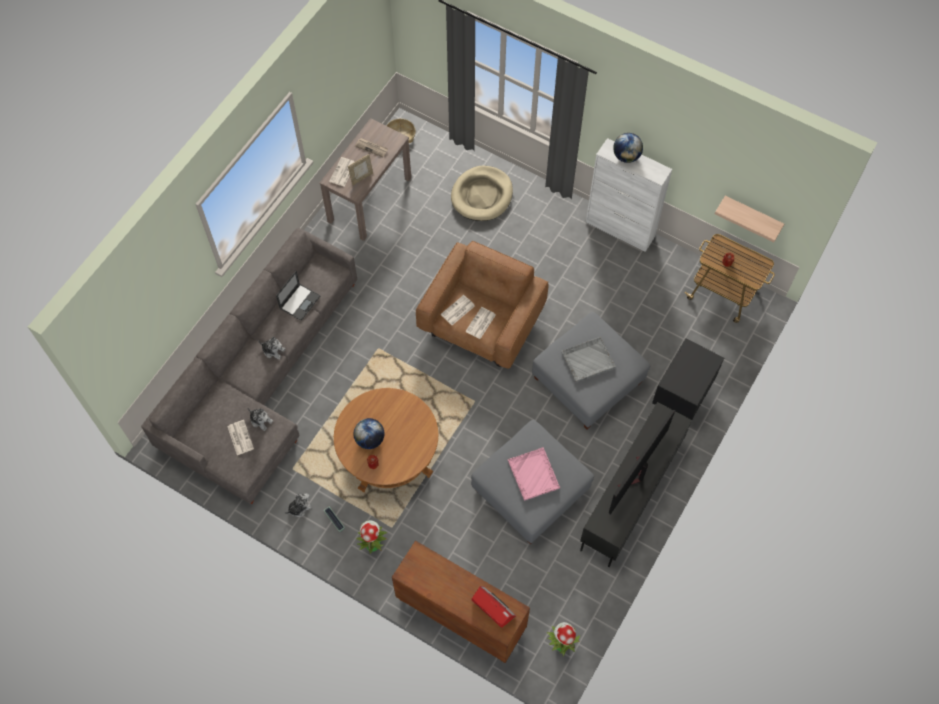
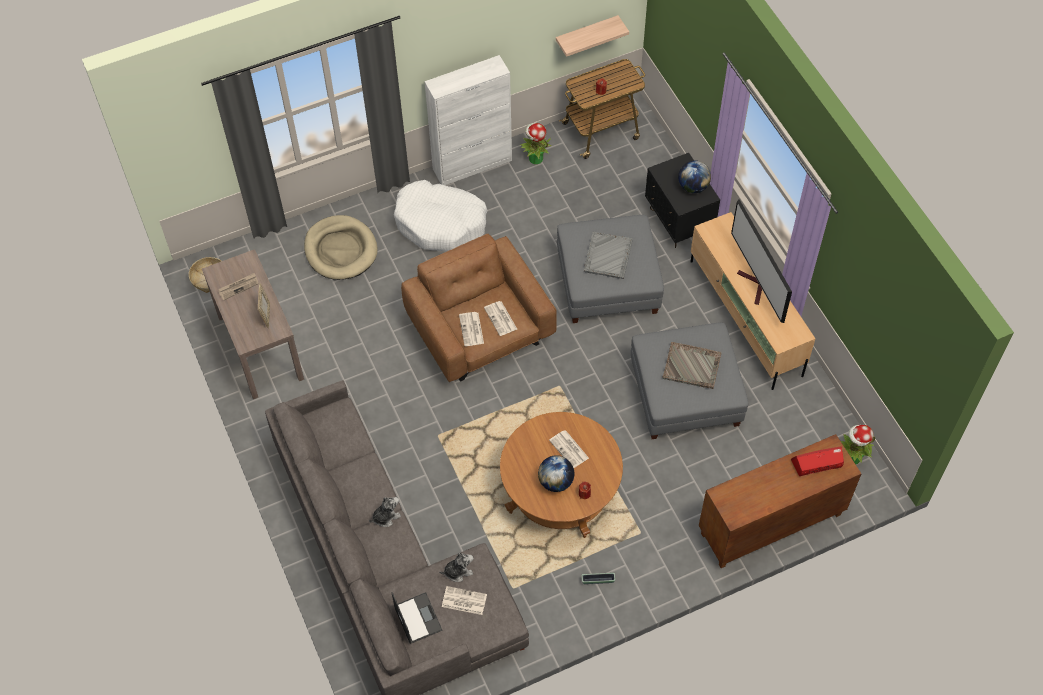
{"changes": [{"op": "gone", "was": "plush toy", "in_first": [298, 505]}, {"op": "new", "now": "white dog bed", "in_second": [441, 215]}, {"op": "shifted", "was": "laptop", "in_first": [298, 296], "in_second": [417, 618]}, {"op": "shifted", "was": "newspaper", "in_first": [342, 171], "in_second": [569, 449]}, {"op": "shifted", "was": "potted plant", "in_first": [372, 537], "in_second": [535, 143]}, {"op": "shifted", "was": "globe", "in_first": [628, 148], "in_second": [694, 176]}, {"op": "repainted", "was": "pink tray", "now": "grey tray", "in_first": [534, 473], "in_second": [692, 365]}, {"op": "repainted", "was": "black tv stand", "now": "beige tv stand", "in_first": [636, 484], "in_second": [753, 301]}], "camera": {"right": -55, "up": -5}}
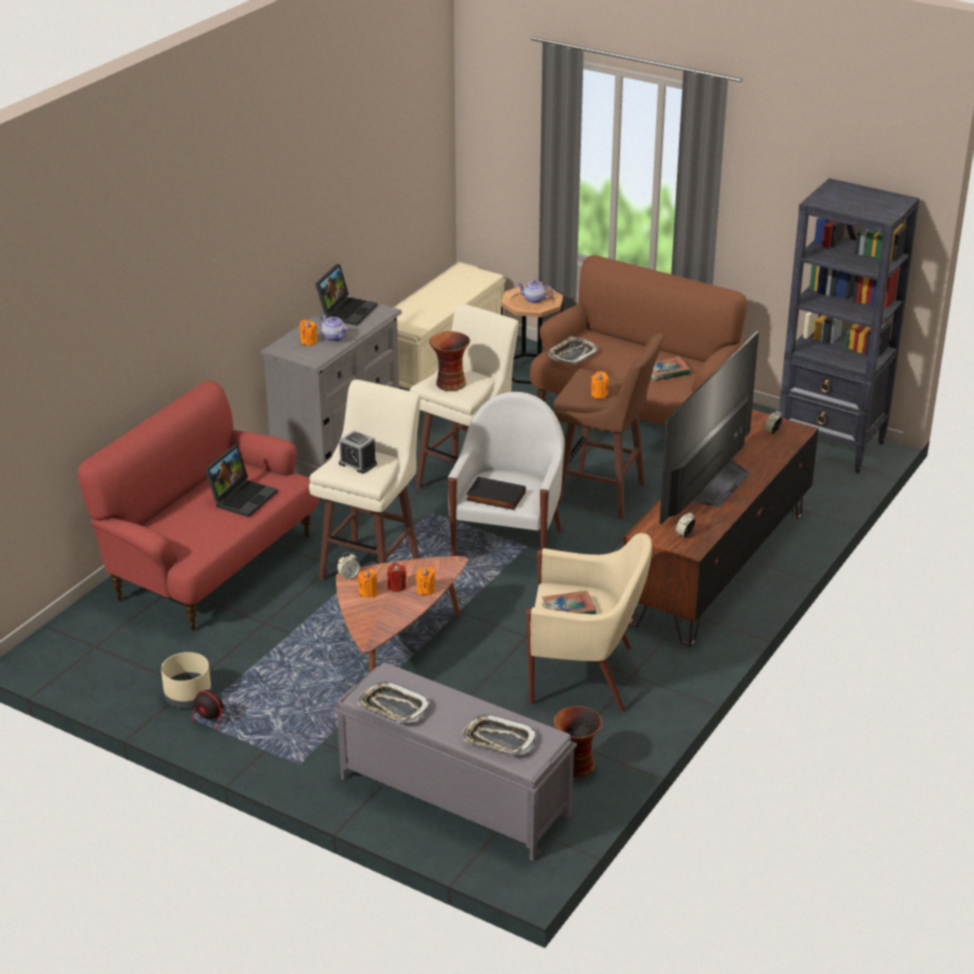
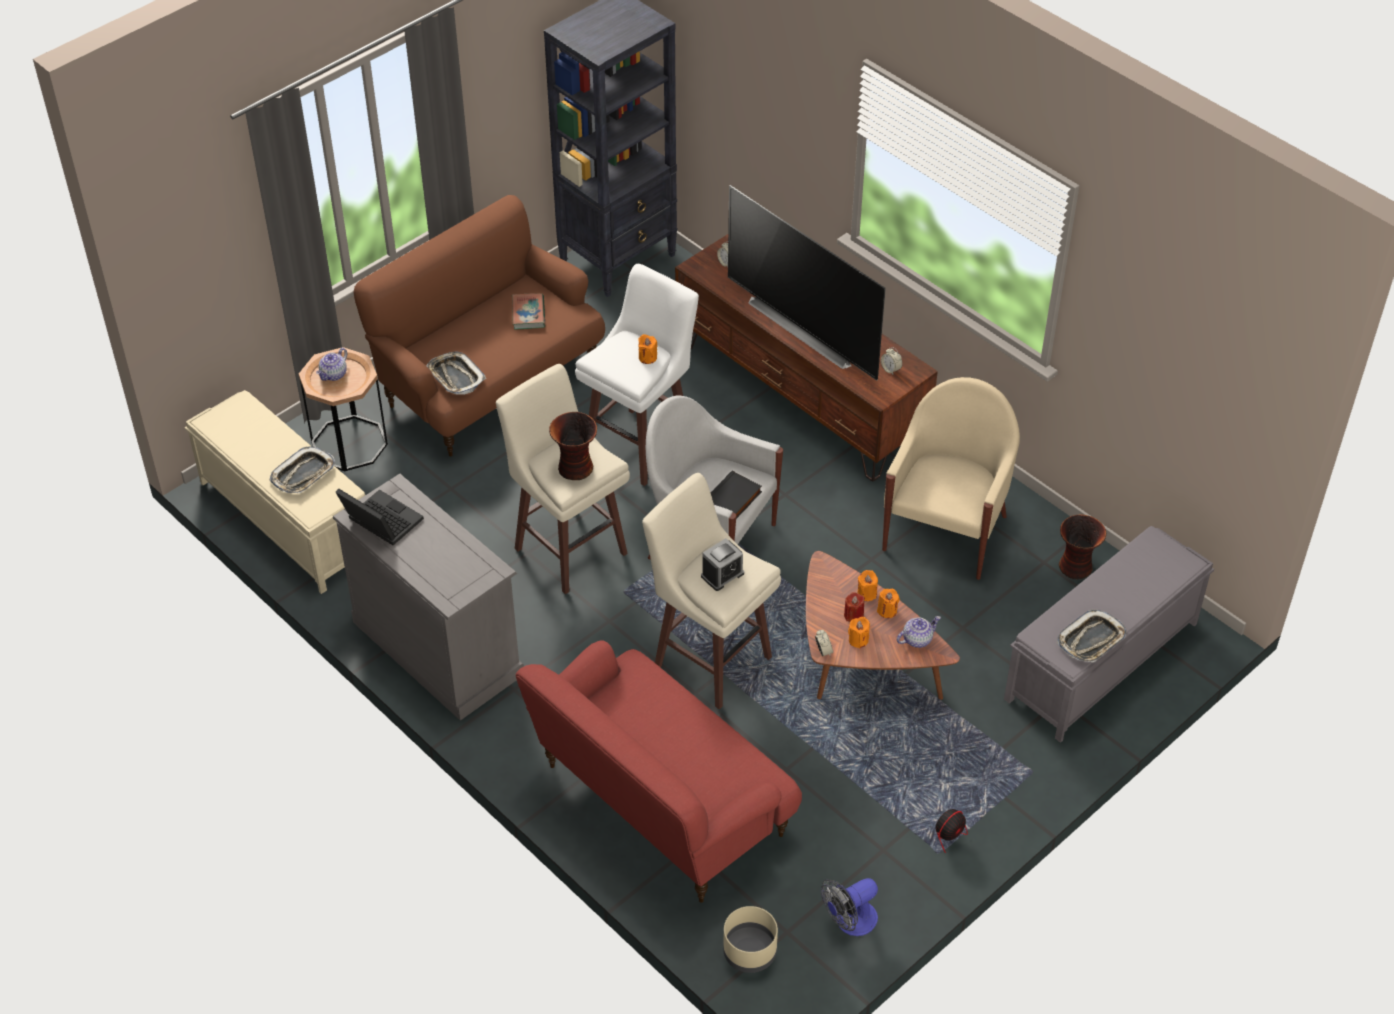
{"changes": [{"op": "gone", "was": "laptop", "in_first": [241, 481]}, {"op": "gone", "was": "book", "in_first": [569, 602]}, {"op": "new", "now": "fan", "in_second": [849, 907]}, {"op": "shifted", "was": "beige planter", "in_first": [186, 680], "in_second": [750, 939]}, {"op": "shifted", "was": "orange candle", "in_first": [308, 333], "in_second": [888, 603]}, {"op": "shifted", "was": "teapot", "in_first": [333, 328], "in_second": [919, 632]}, {"op": "shifted", "was": "tray", "in_first": [499, 734], "in_second": [302, 469]}, {"op": "repainted", "was": "brown stool", "now": "white stool", "in_first": [608, 426], "in_second": [637, 375]}], "camera": {"right": -75, "up": 15}}
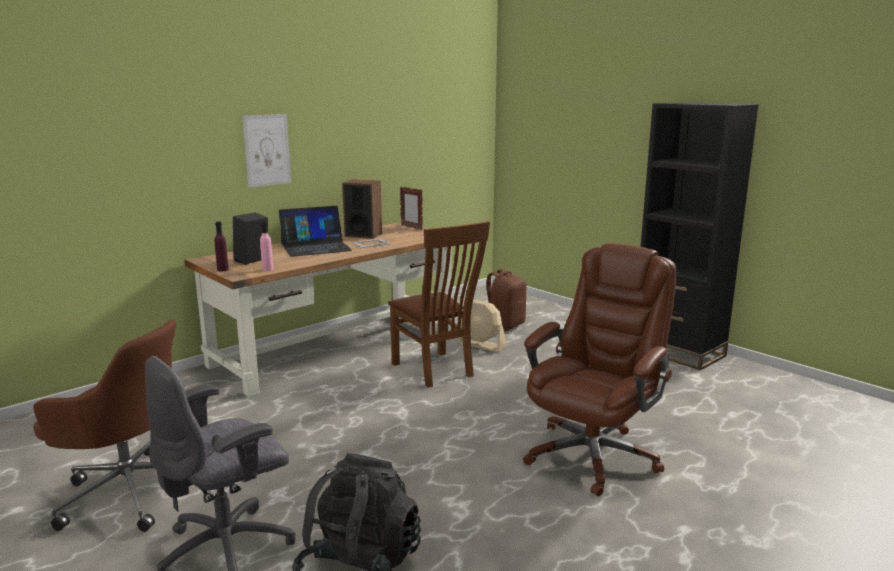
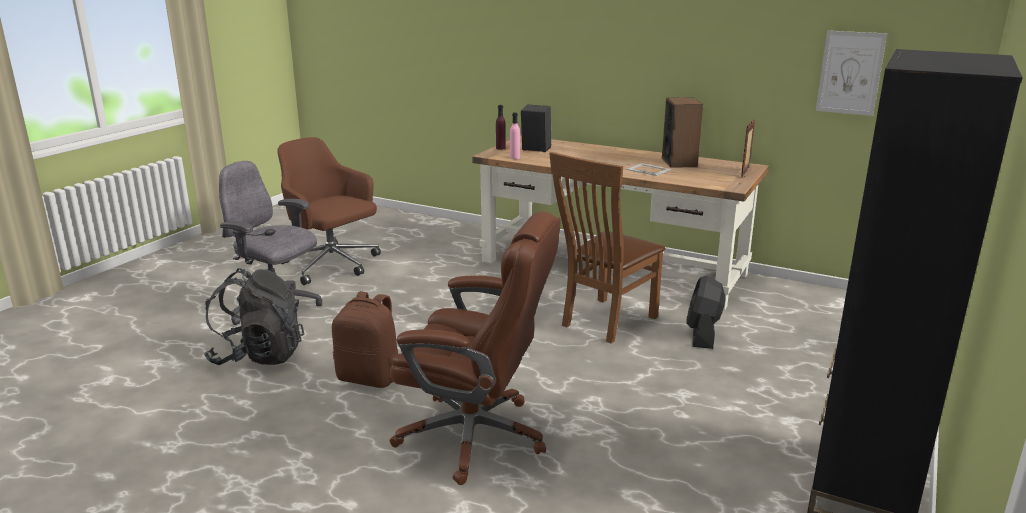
{"changes": [{"op": "gone", "was": "laptop", "in_first": [315, 231]}, {"op": "shifted", "was": "picture", "in_first": [266, 150], "in_second": [851, 73]}, {"op": "shifted", "was": "brown backpack", "in_first": [506, 300], "in_second": [365, 339]}, {"op": "repainted", "was": "beige fan", "now": "black fan", "in_first": [482, 326], "in_second": [706, 312]}, {"op": "rotated", "was": "brown office chair", "in_first": [105, 426], "in_second": [329, 211], "clockwise": 135}], "camera": {"right": 70, "up": 5}}
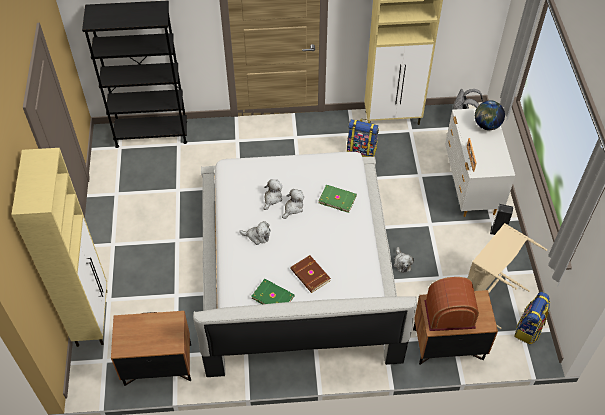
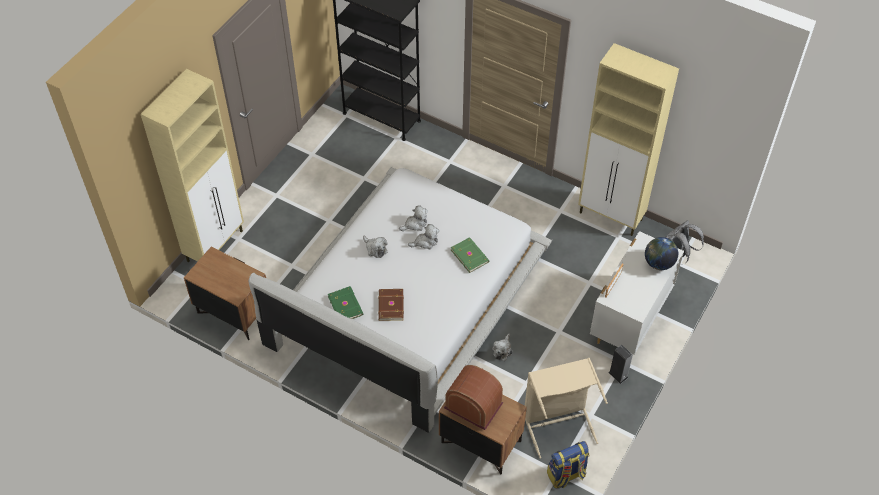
{"changes": [{"op": "gone", "was": "backpack", "in_first": [363, 138]}], "camera": {"right": 35, "up": 0}}
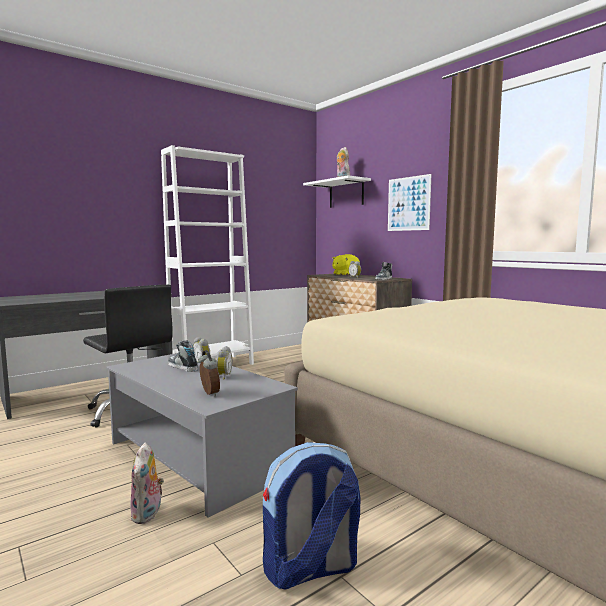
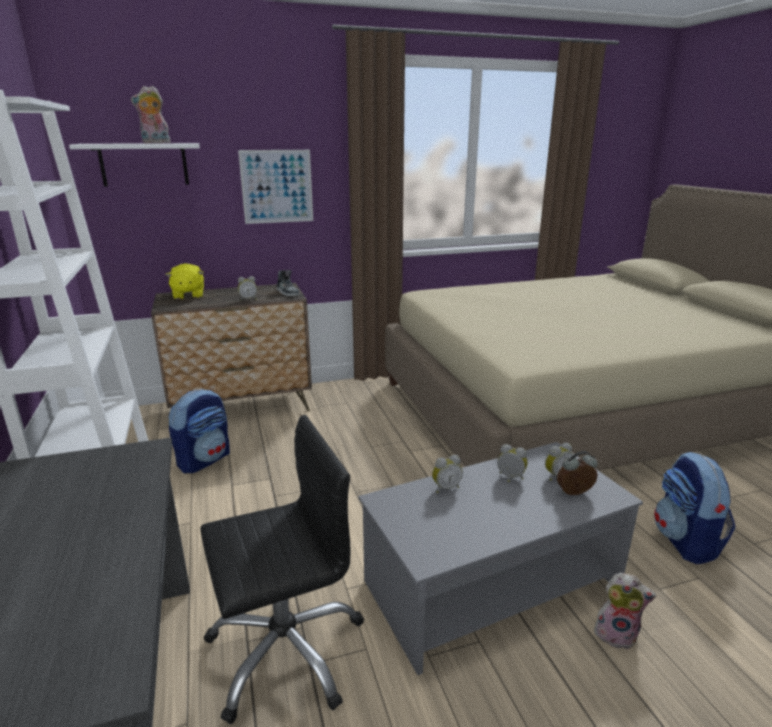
{"changes": [{"op": "gone", "was": "shoe", "in_first": [183, 356]}, {"op": "new", "now": "backpack", "in_second": [199, 430]}, {"op": "new", "now": "alarm clock", "in_second": [559, 461]}], "camera": {"right": -70, "up": 15}}
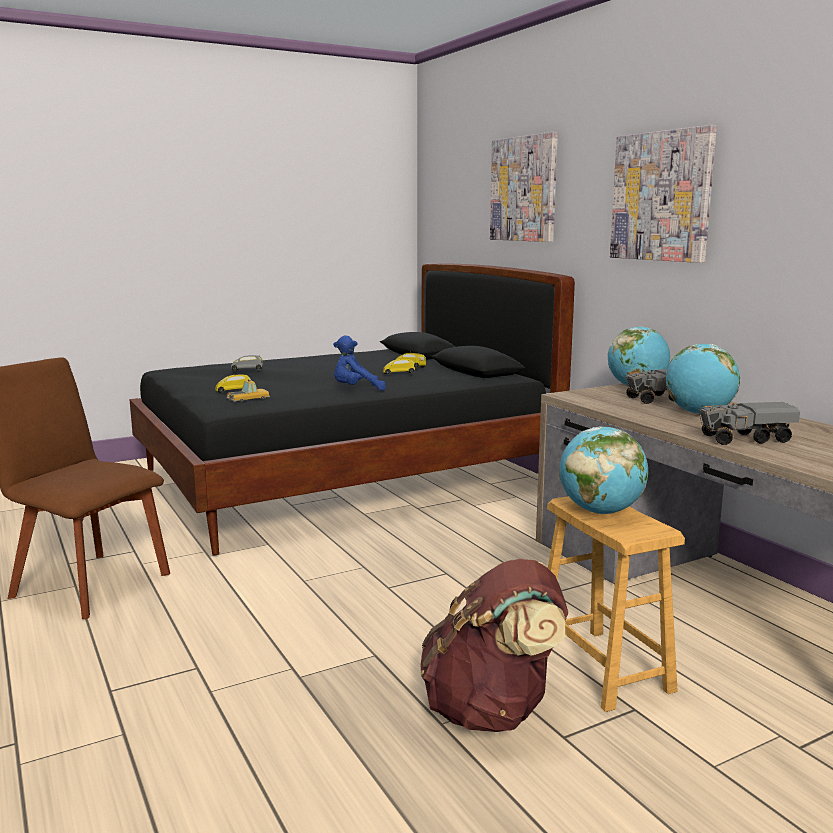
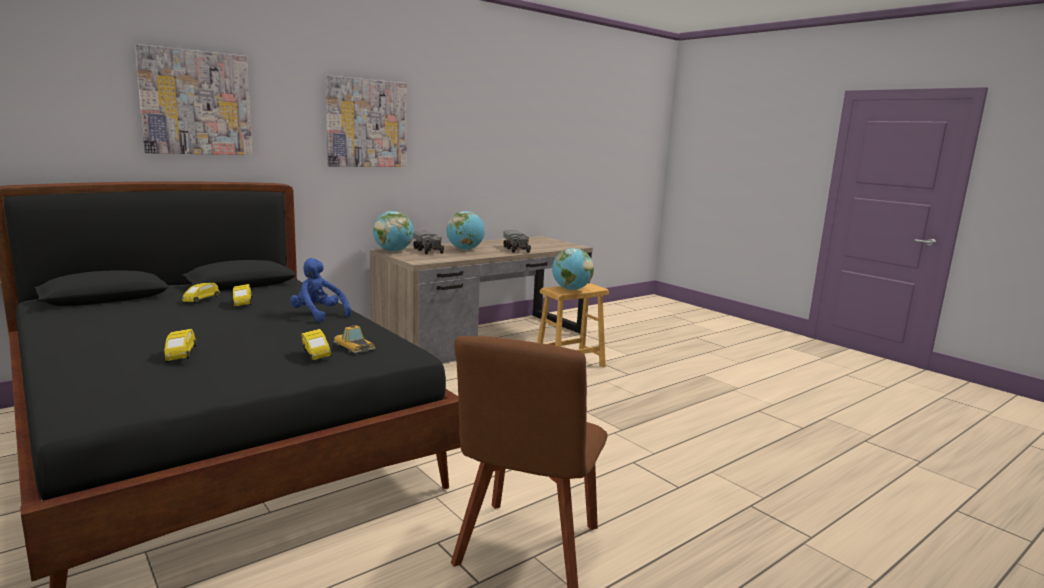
{"changes": [{"op": "gone", "was": "brown backpack", "in_first": [494, 645]}, {"op": "repainted", "was": "grey toy car", "now": "yellow toy car", "in_first": [247, 363], "in_second": [180, 345]}, {"op": "rotated", "was": "blue plush toy", "in_first": [359, 363], "in_second": [320, 290], "clockwise": 150}], "camera": {"right": -100, "up": 0}}
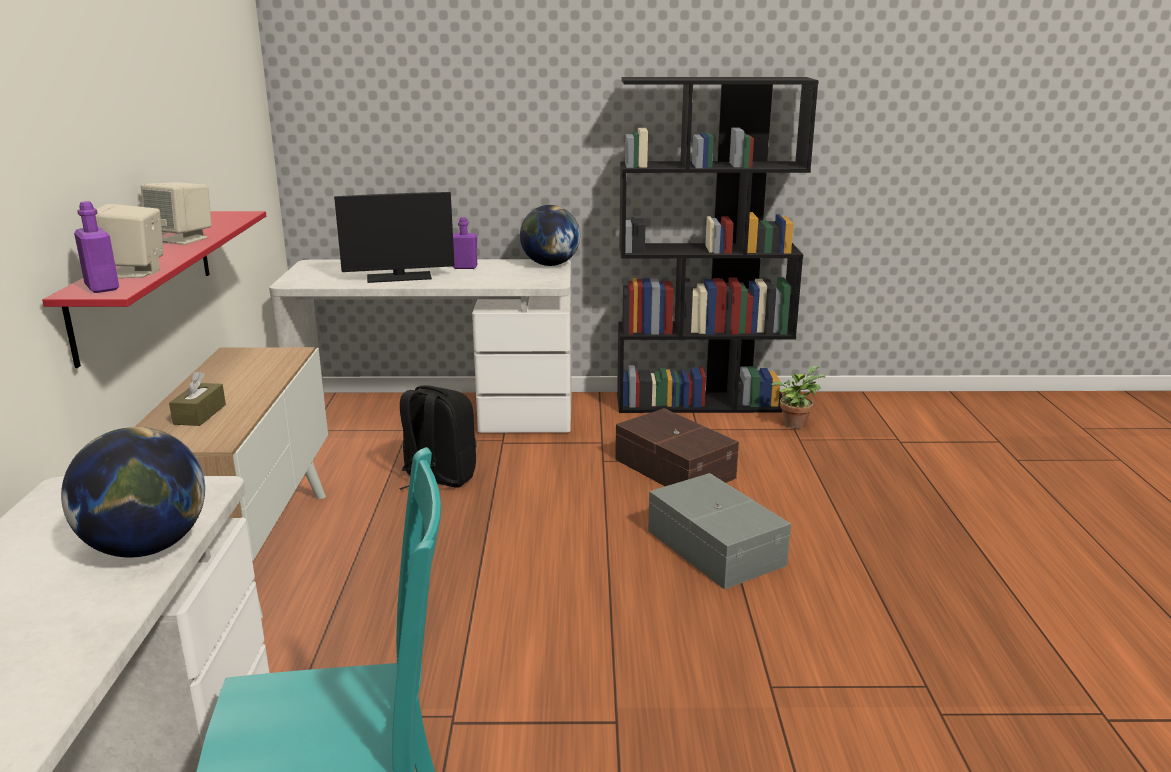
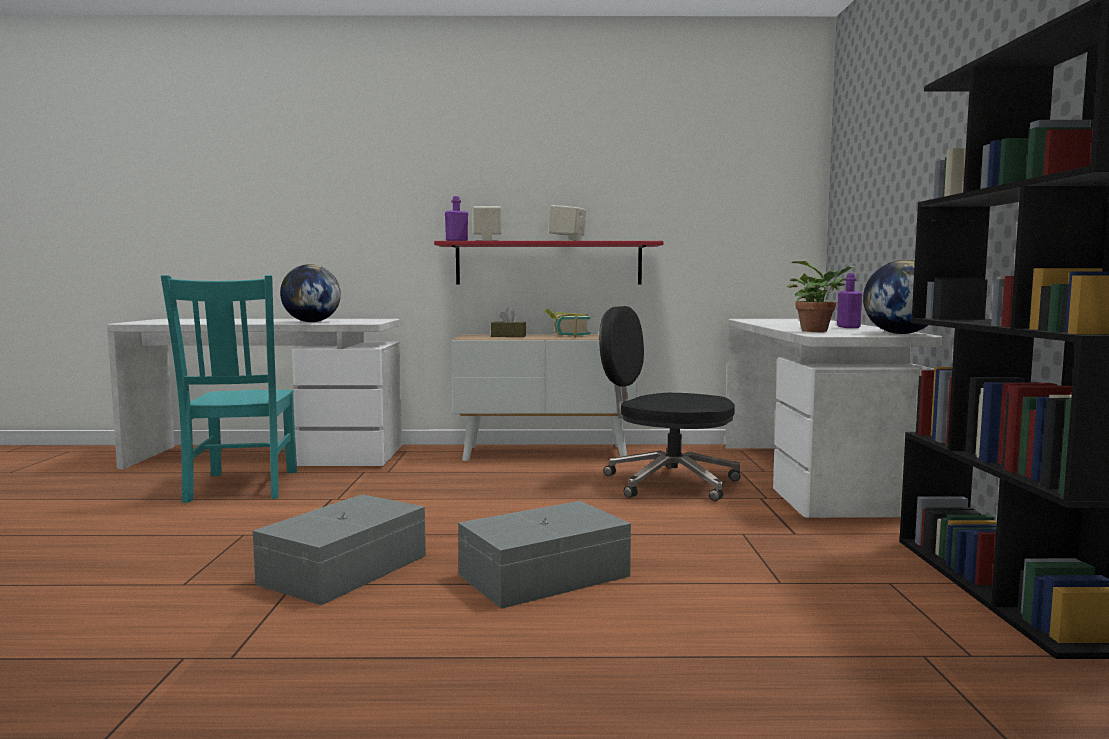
{"changes": [{"op": "gone", "was": "monitor", "in_first": [394, 237]}, {"op": "gone", "was": "brown storage box", "in_first": [677, 447]}, {"op": "new", "now": "grey storage box", "in_second": [339, 549]}, {"op": "new", "now": "book", "in_second": [567, 323]}, {"op": "shifted", "was": "potted plant", "in_first": [798, 397], "in_second": [821, 296]}, {"op": "swapped", "was": "black backpack", "now": "black office chair", "in_first": [437, 437], "in_second": [670, 403]}], "camera": {"right": 90, "up": -15}}
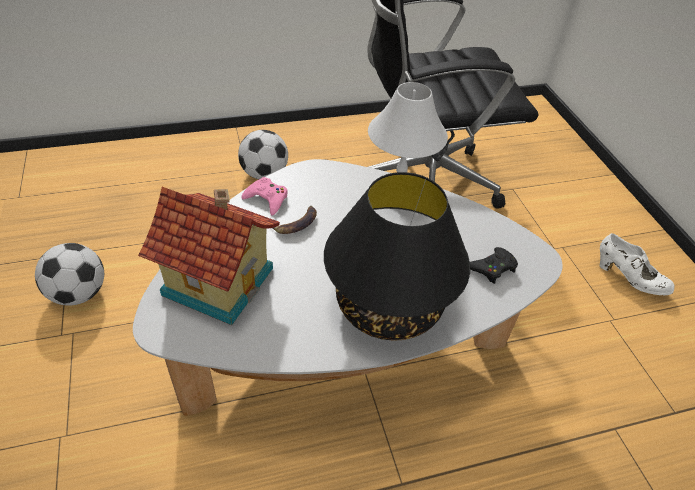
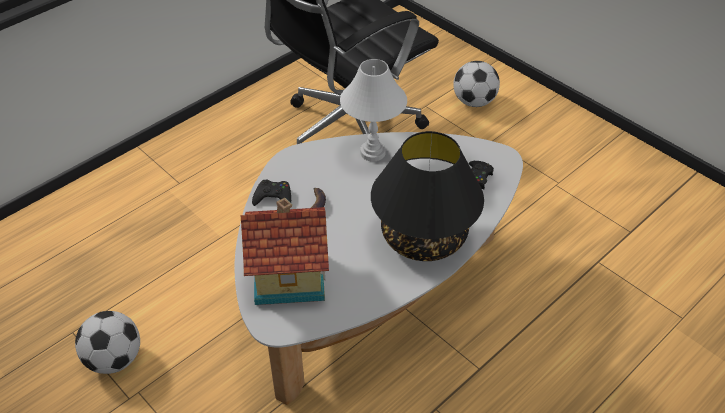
{"changes": [{"op": "gone", "was": "white shoe", "in_first": [637, 264]}, {"op": "shifted", "was": "football", "in_first": [263, 154], "in_second": [476, 84]}, {"op": "repainted", "was": "pink game controller", "now": "black game controller", "in_first": [264, 196], "in_second": [271, 193]}], "camera": {"right": -25, "up": 0}}
